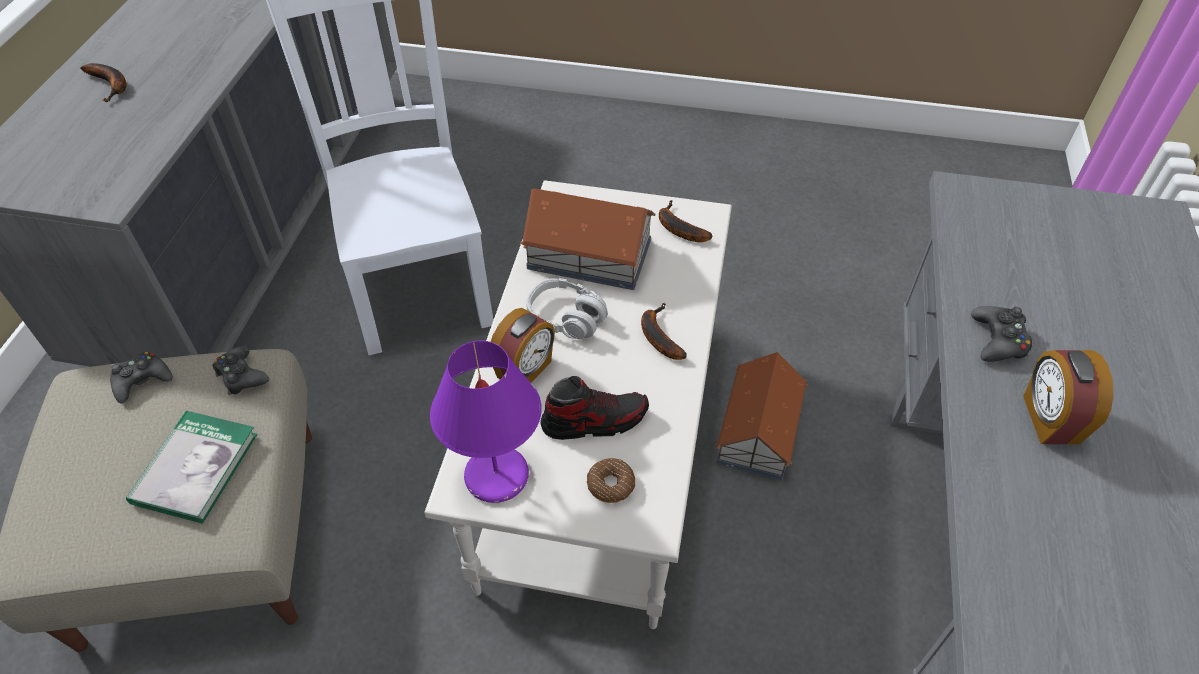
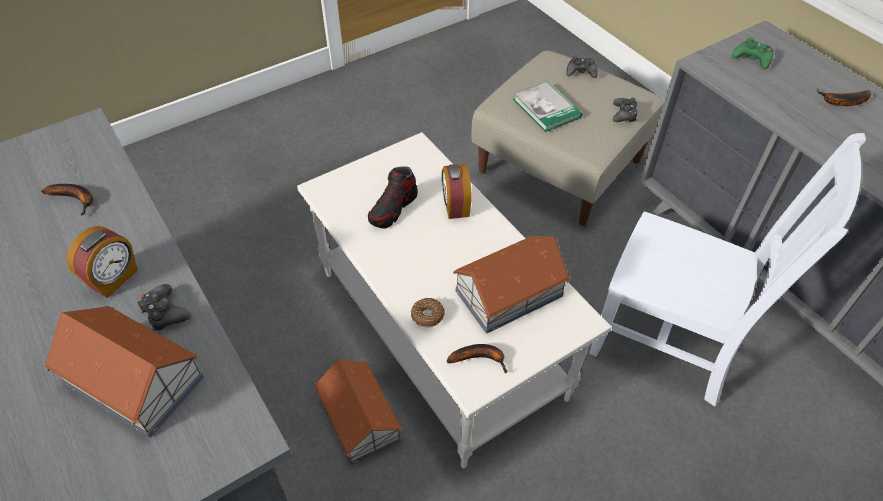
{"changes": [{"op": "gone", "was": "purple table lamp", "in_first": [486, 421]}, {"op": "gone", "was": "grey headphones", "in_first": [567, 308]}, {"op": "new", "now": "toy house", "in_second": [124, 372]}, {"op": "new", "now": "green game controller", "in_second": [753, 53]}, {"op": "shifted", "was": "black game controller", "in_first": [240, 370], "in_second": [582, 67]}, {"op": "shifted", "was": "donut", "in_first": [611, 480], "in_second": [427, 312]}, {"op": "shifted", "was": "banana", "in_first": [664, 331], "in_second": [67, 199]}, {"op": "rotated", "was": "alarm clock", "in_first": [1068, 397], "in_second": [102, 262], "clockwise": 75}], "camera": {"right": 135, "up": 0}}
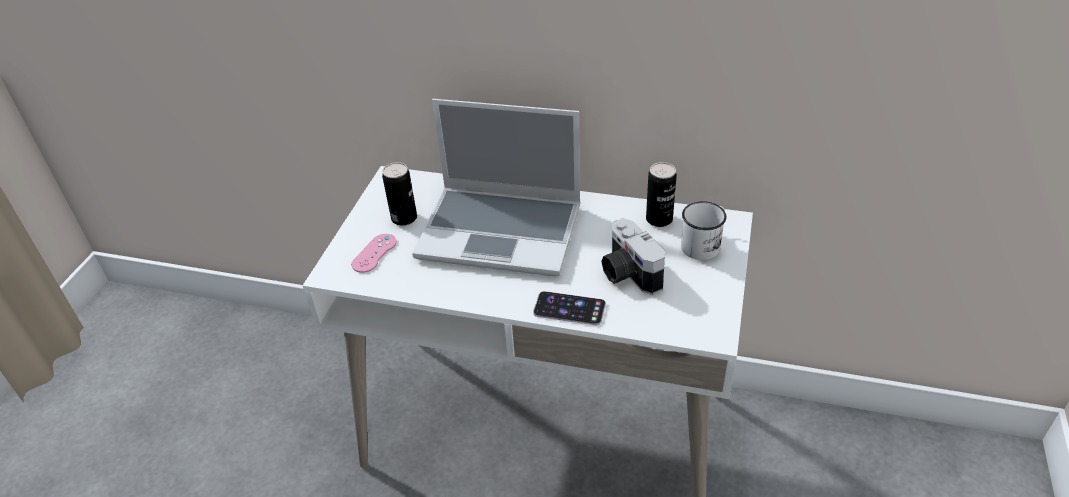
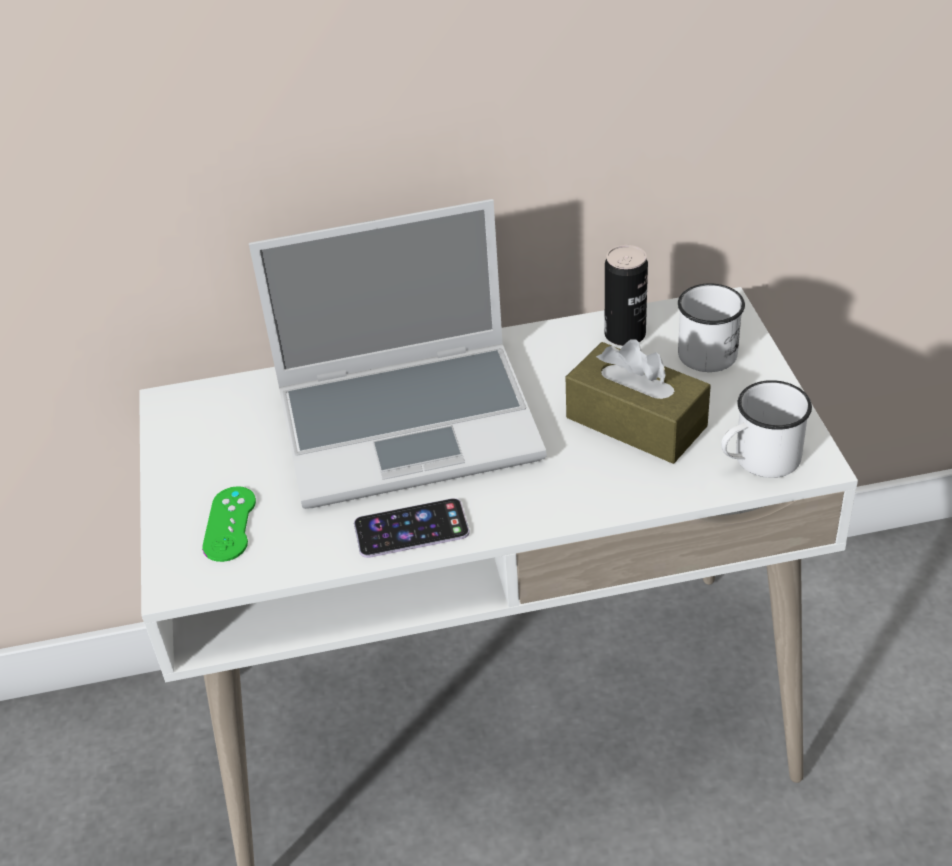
{"changes": [{"op": "gone", "was": "can", "in_first": [399, 194]}, {"op": "new", "now": "white mug", "in_second": [766, 429]}, {"op": "shifted", "was": "phone", "in_first": [569, 308], "in_second": [412, 528]}, {"op": "swapped", "was": "photo camera", "now": "brown tissue box", "in_first": [633, 256], "in_second": [638, 401]}, {"op": "repainted", "was": "pink game controller", "now": "green game controller", "in_first": [374, 253], "in_second": [229, 524]}], "camera": {"right": -25, "up": 0}}
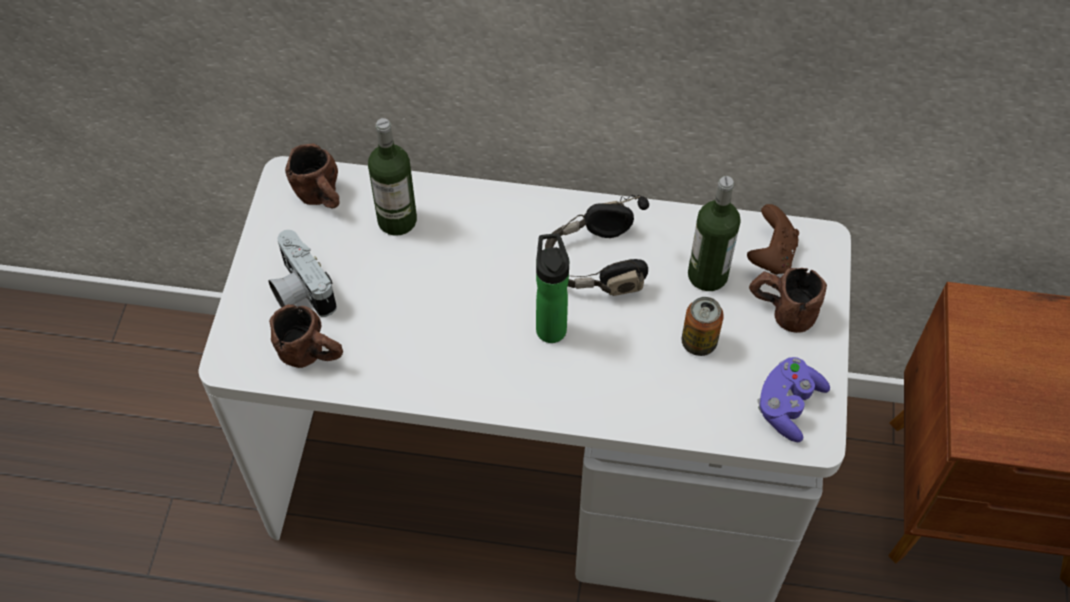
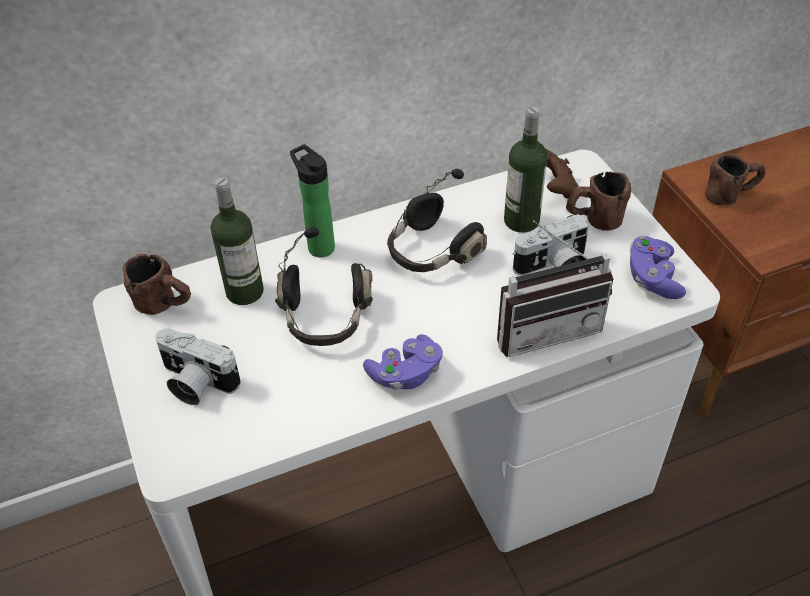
{"changes": [{"op": "new", "now": "black headphones", "in_second": [324, 286]}, {"op": "new", "now": "purple game controller", "in_second": [403, 362]}, {"op": "new", "now": "radio", "in_second": [555, 288]}, {"op": "shifted", "was": "brown mug", "in_first": [306, 336], "in_second": [735, 180]}, {"op": "shifted", "was": "bottle", "in_first": [552, 288], "in_second": [312, 200]}, {"op": "swapped", "was": "can", "now": "photo camera", "in_first": [703, 326], "in_second": [551, 244]}], "camera": {"right": -30, "up": -10}}
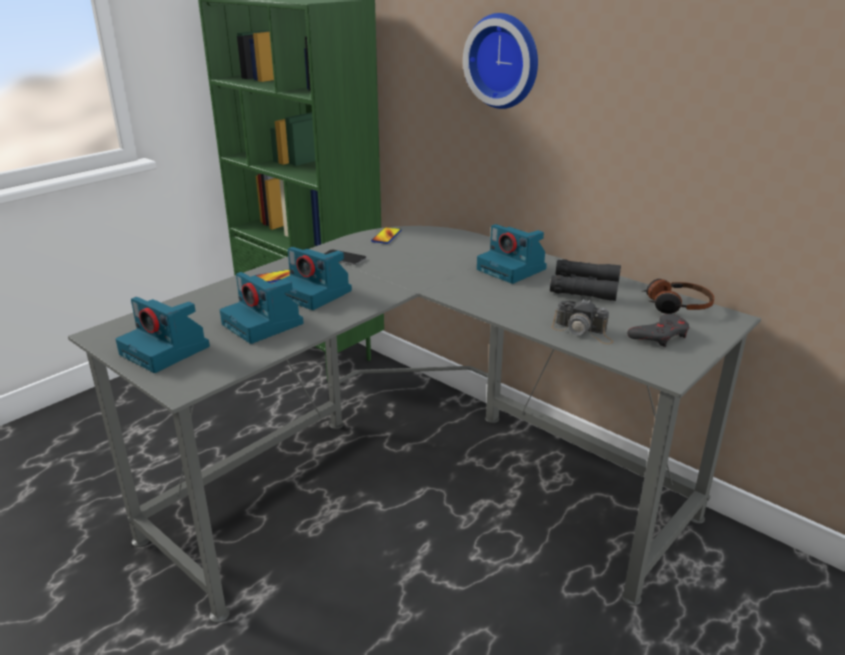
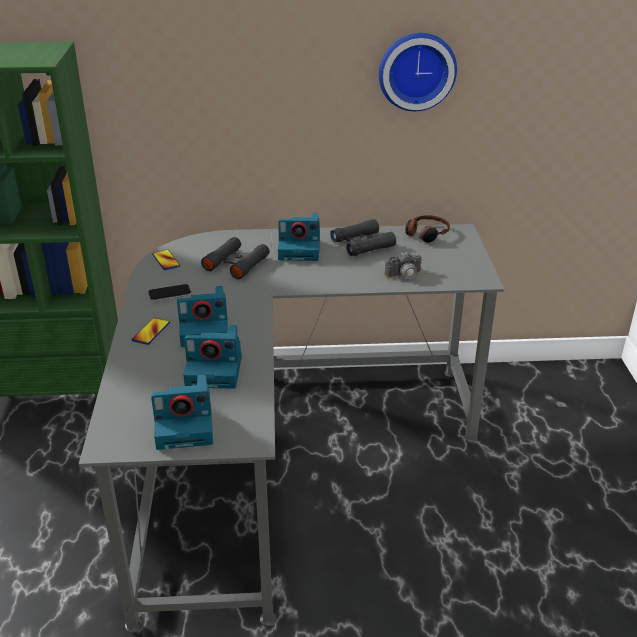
{"changes": [{"op": "gone", "was": "grey game controller", "in_first": [658, 330]}, {"op": "new", "now": "black binoculars", "in_second": [235, 258]}, {"op": "shifted", "was": "wall clock", "in_first": [500, 61], "in_second": [418, 72]}], "camera": {"right": -45, "up": 5}}
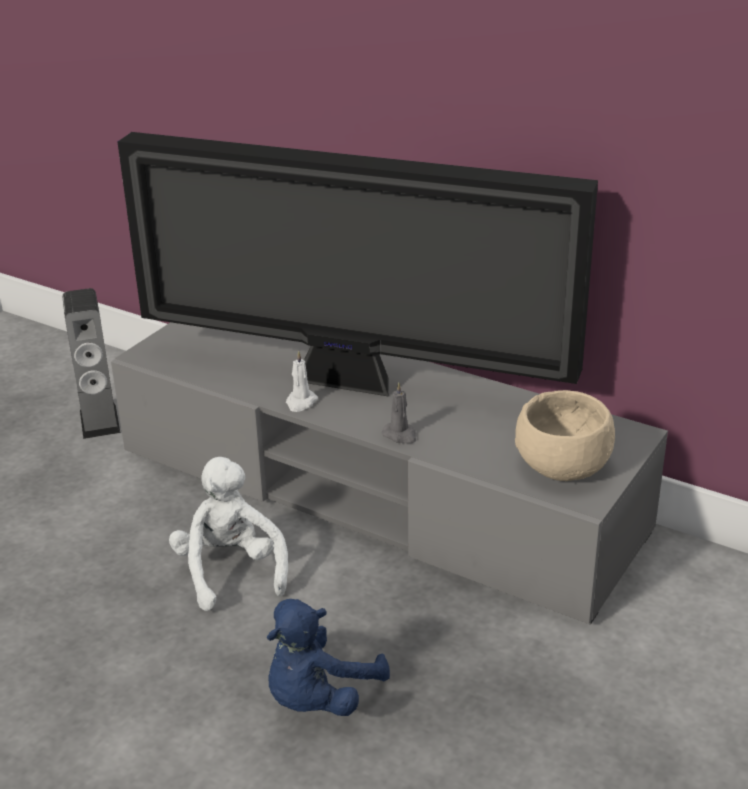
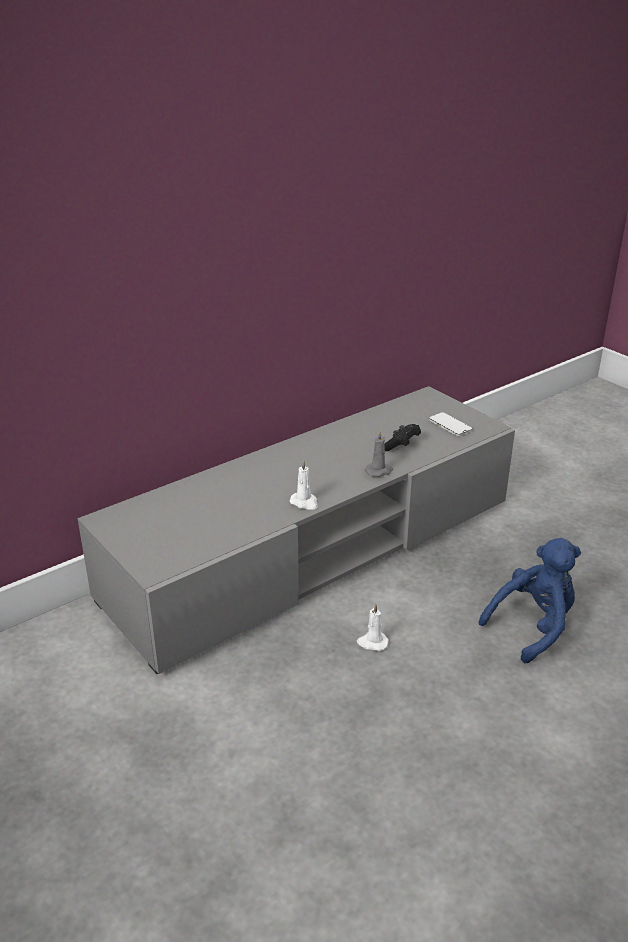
{"changes": [{"op": "gone", "was": "speaker", "in_first": [91, 363]}, {"op": "gone", "was": "television", "in_first": [357, 264]}, {"op": "new", "now": "black game controller", "in_second": [402, 437]}, {"op": "swapped", "was": "white plush toy", "now": "white candle", "in_first": [228, 534], "in_second": [373, 627]}, {"op": "swapped", "was": "beige bowl", "now": "phone", "in_first": [565, 435], "in_second": [450, 424]}, {"op": "rotated", "was": "blue plush toy", "in_first": [328, 657], "in_second": [529, 600], "clockwise": -90}], "camera": {"right": -70, "up": 0}}
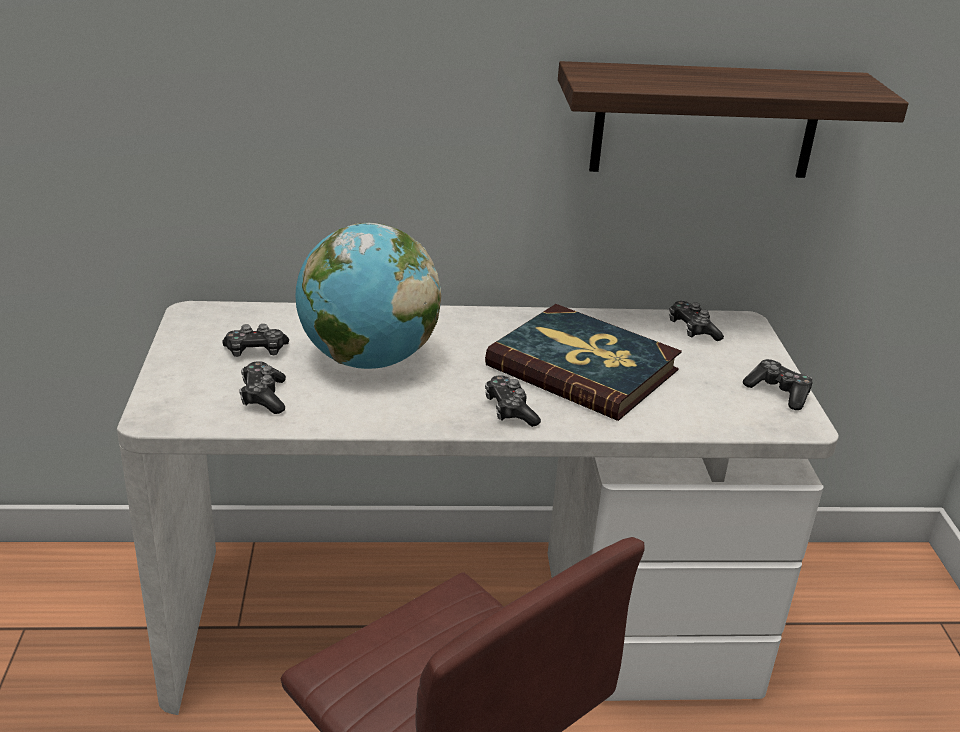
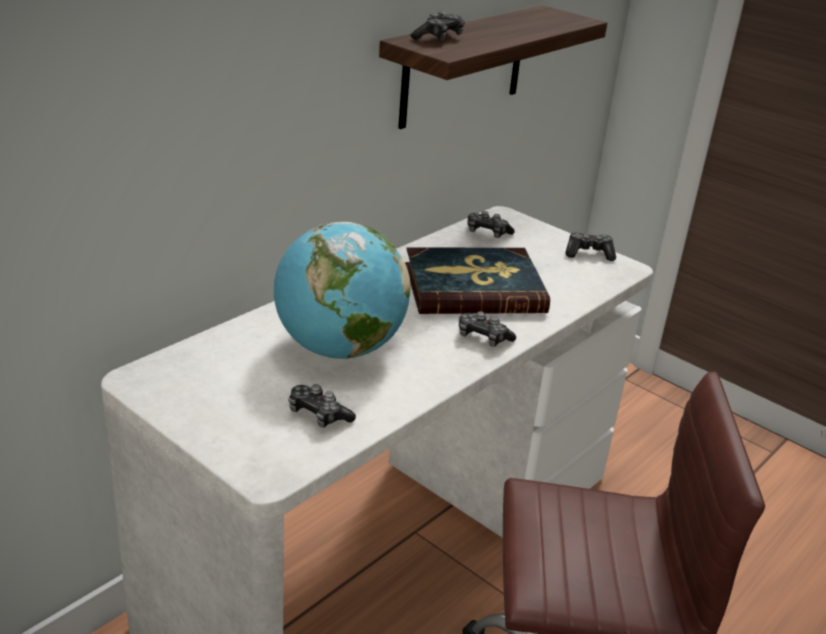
{"changes": [{"op": "shifted", "was": "game controller", "in_first": [255, 340], "in_second": [438, 26]}], "camera": {"right": -45, "up": 0}}
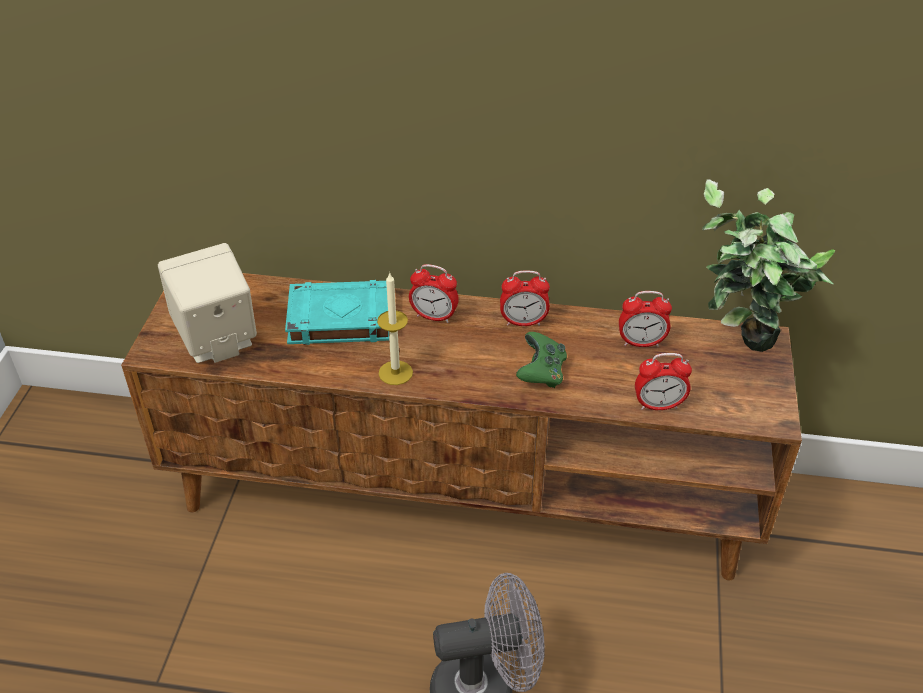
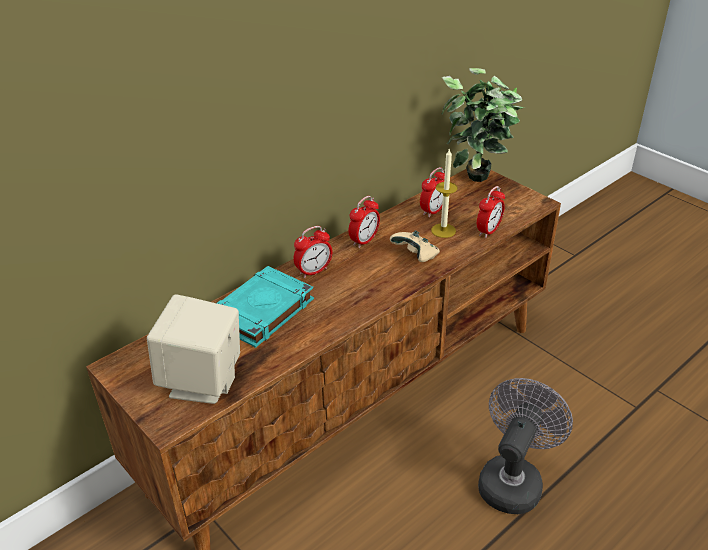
{"changes": [{"op": "shifted", "was": "candle", "in_first": [395, 328], "in_second": [444, 193]}, {"op": "repainted", "was": "green game controller", "now": "beige game controller", "in_first": [541, 360], "in_second": [415, 246]}], "camera": {"right": -50, "up": -5}}
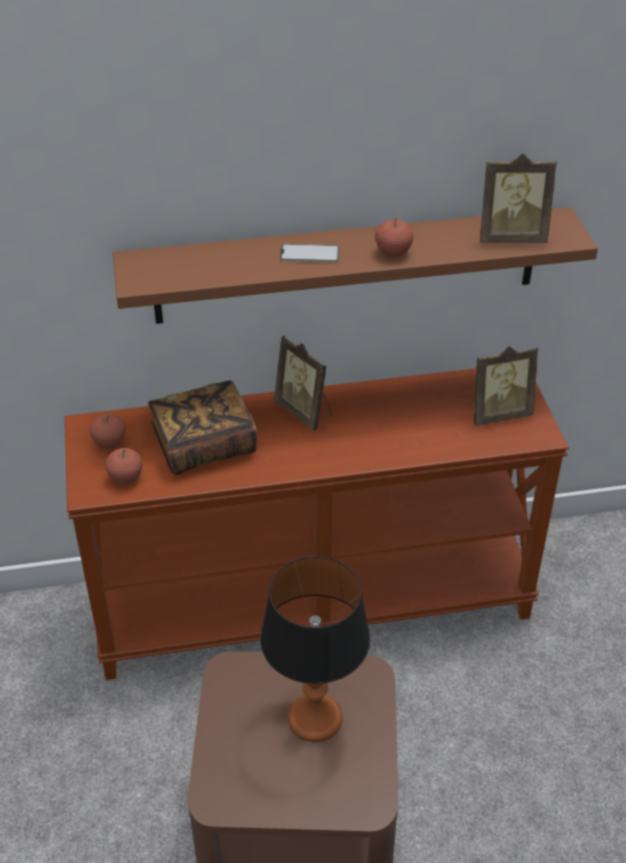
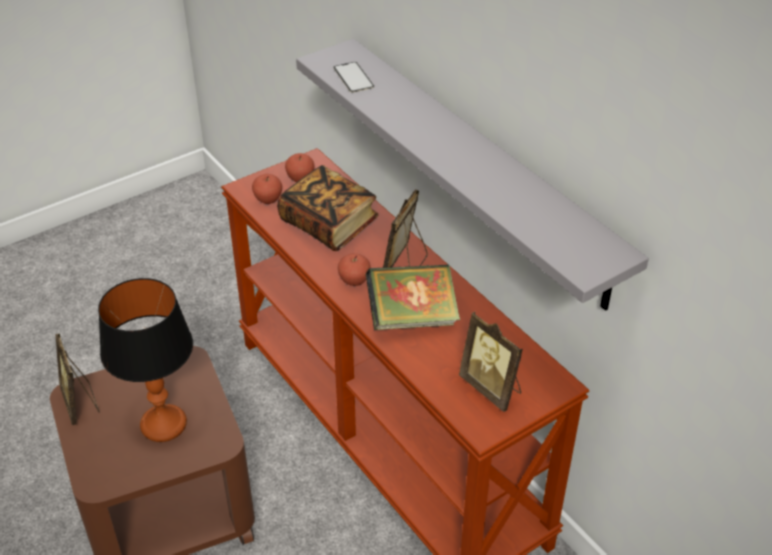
{"changes": [{"op": "new", "now": "book", "in_second": [413, 297]}, {"op": "shifted", "was": "phone", "in_first": [309, 253], "in_second": [354, 77]}, {"op": "shifted", "was": "apple", "in_first": [394, 238], "in_second": [354, 269]}, {"op": "shifted", "was": "picture frame", "in_first": [518, 198], "in_second": [77, 379]}, {"op": "repainted", "was": "brown shelf", "now": "grey shelf", "in_first": [355, 265], "in_second": [472, 175]}], "camera": {"right": 65, "up": 0}}
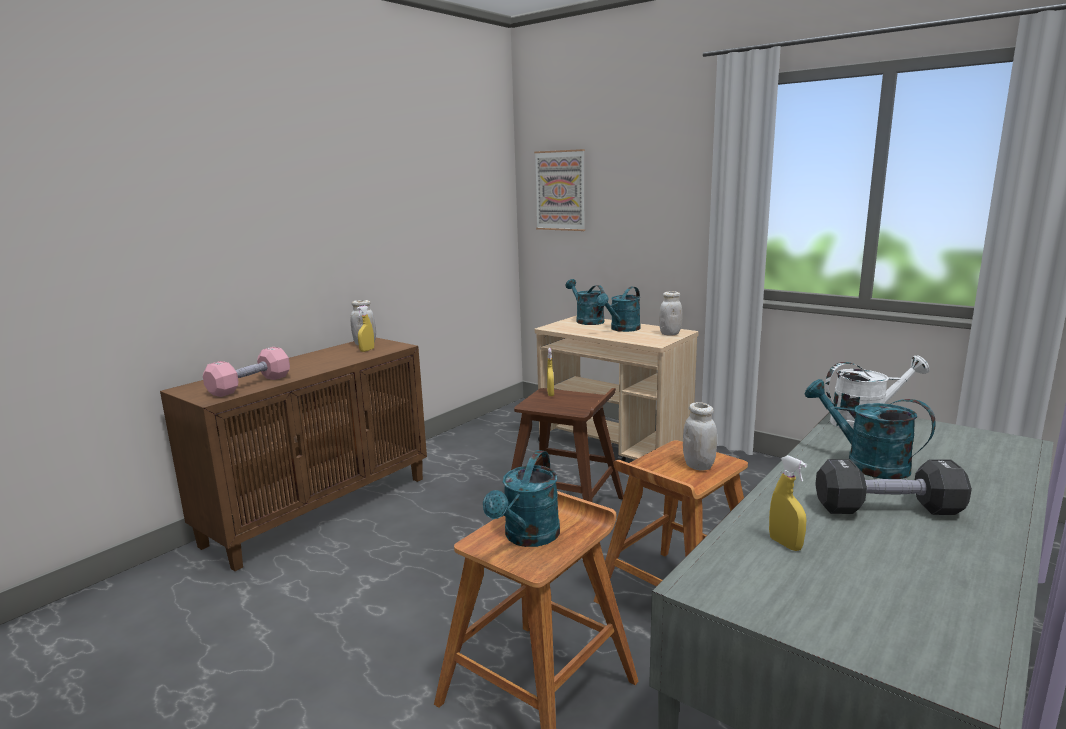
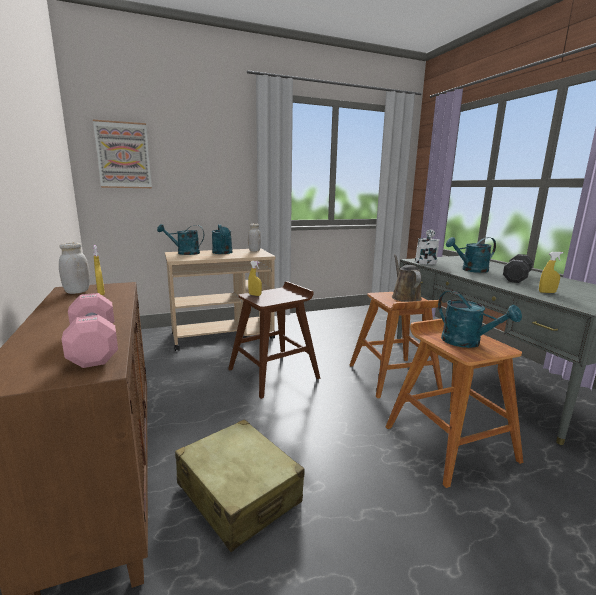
{"changes": [{"op": "new", "now": "beige suitcase", "in_second": [240, 485]}, {"op": "swapped", "was": "white jar", "now": "brown watering can", "in_first": [700, 436], "in_second": [407, 278]}], "camera": {"right": -60, "up": 0}}
